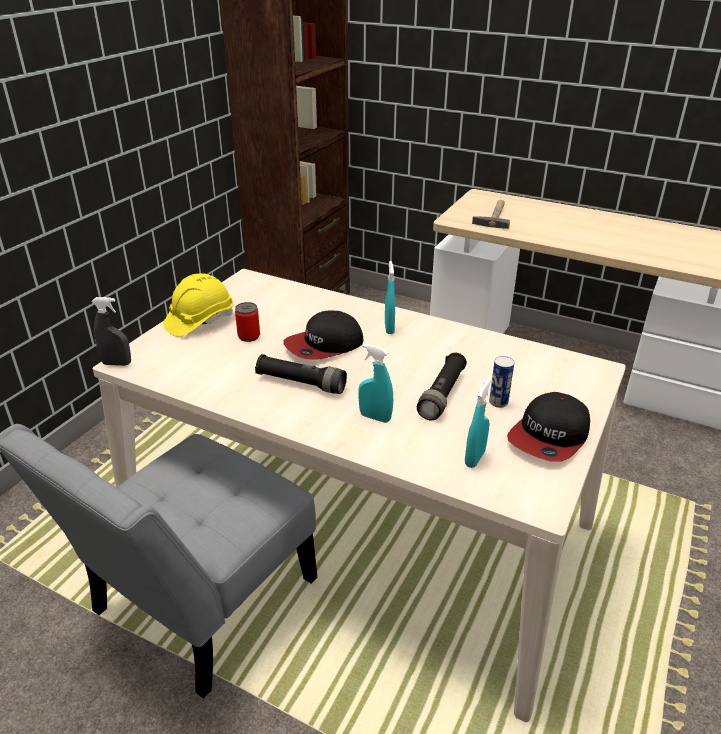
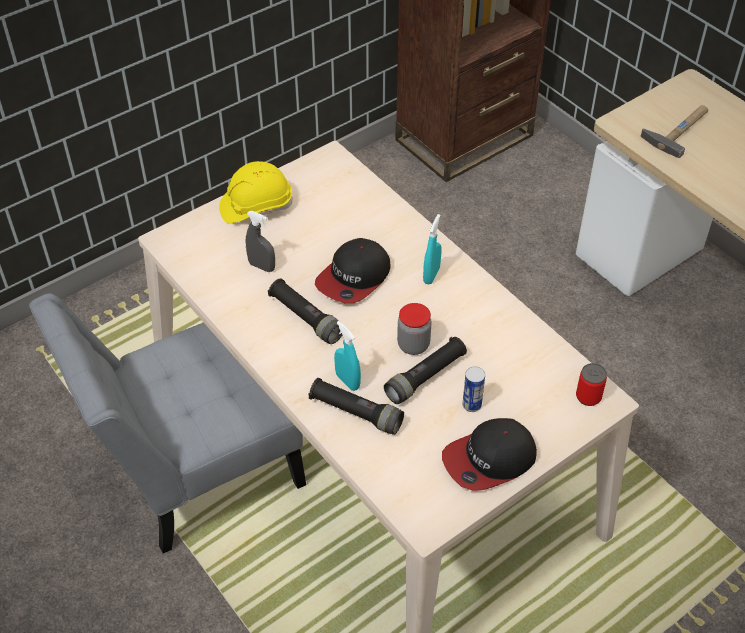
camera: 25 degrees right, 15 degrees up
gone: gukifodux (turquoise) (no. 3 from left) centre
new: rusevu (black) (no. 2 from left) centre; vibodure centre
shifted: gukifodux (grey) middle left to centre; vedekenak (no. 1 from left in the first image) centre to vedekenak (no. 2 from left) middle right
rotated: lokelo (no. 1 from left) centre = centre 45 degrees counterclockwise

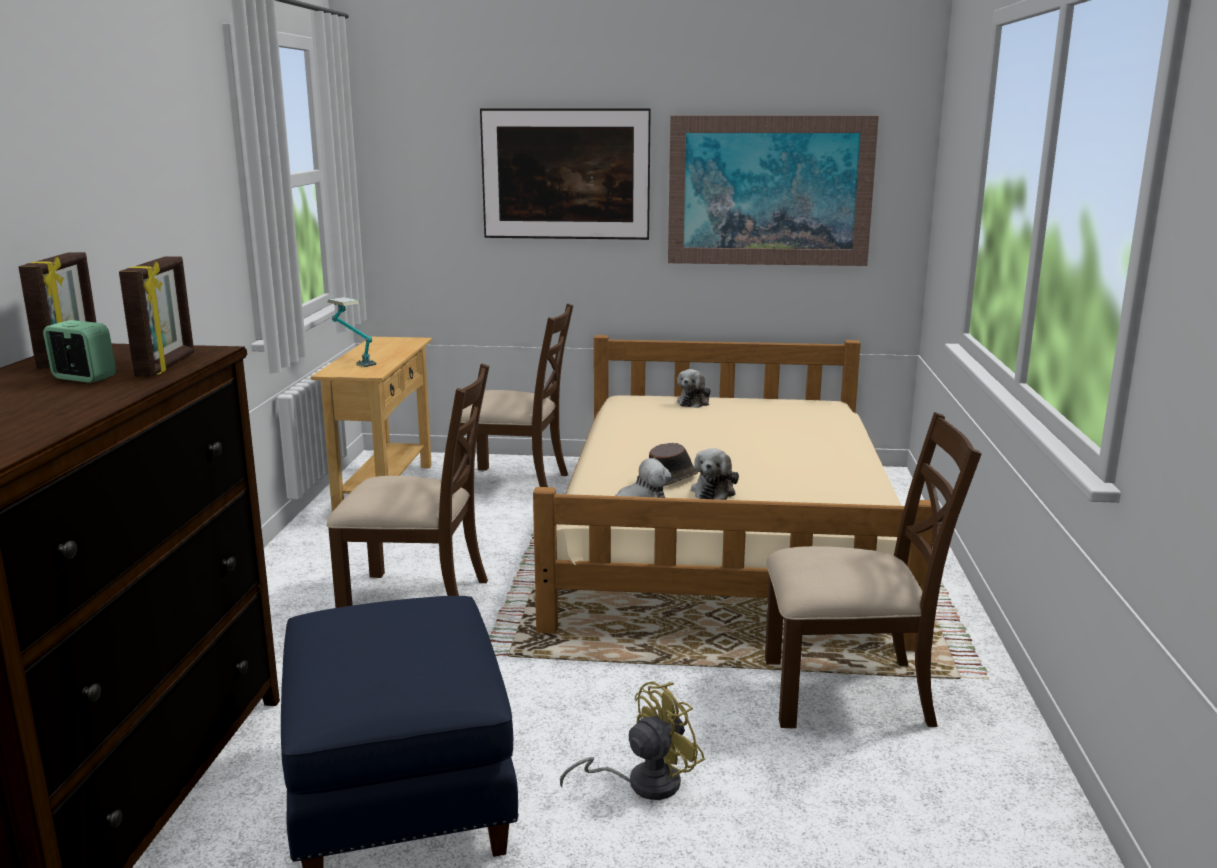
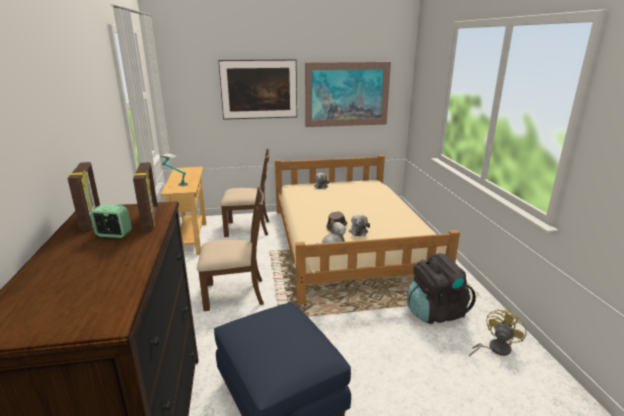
camera: 15 degrees left, 5 degrees up
shifted: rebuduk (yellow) bottom centre to bottom right
swapped: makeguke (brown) (no. 3 from left) middle right to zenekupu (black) bottom right

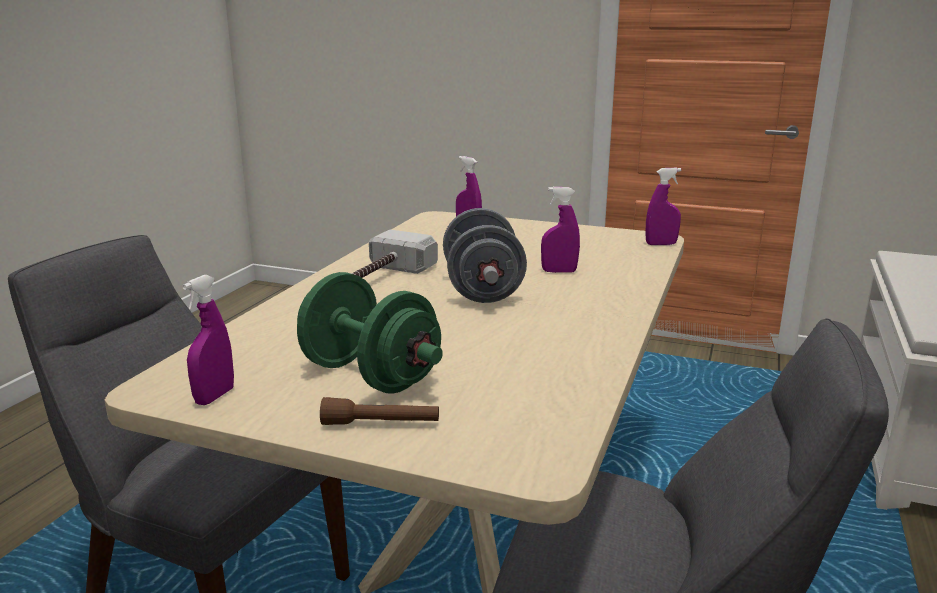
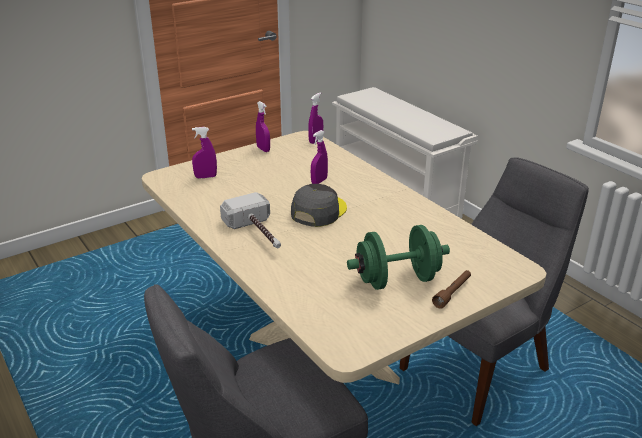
camera: 55 degrees left, 10 degrees up
shifted: gukifodux (purple) (no. 1 from left in the first image) middle left to gukifodux (purple) (no. 2 from left) top centre
swapped: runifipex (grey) centre to lokelo (grey) centre

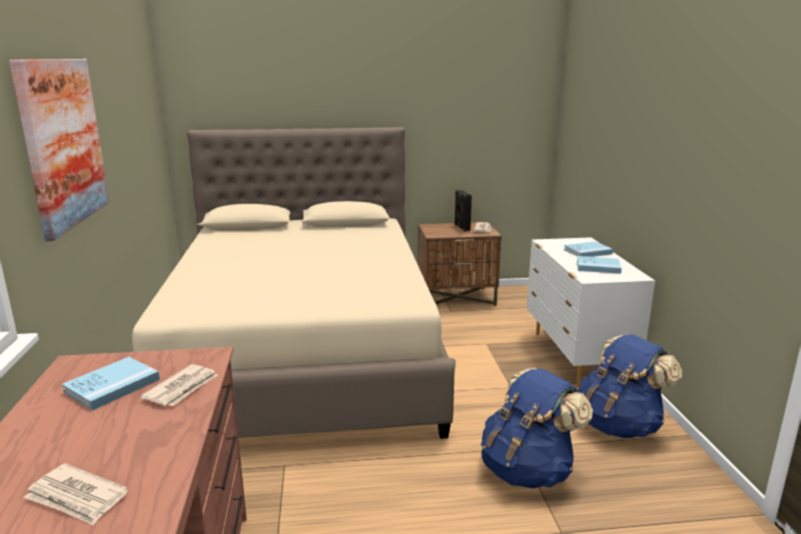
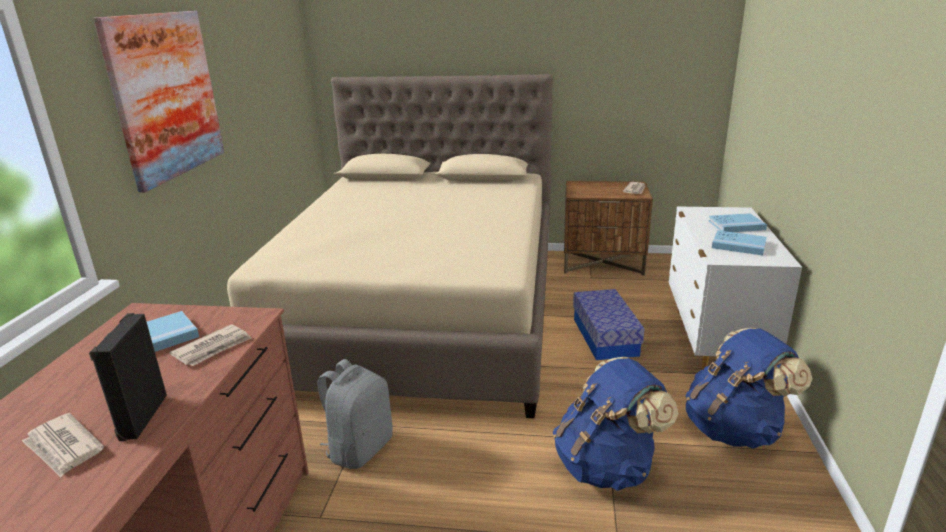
camera: 15 degrees right, 5 degrees up
new: zenekupu (grey) bottom centre; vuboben centre
shifted: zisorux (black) centre to bottom left

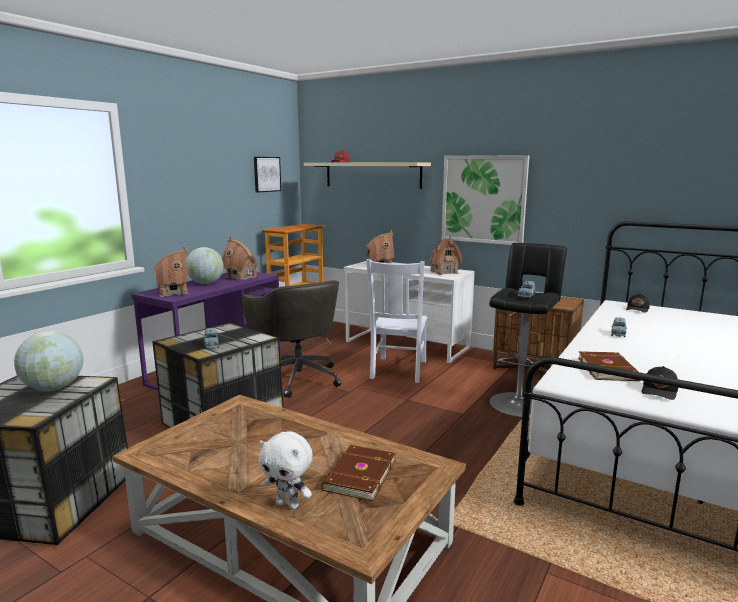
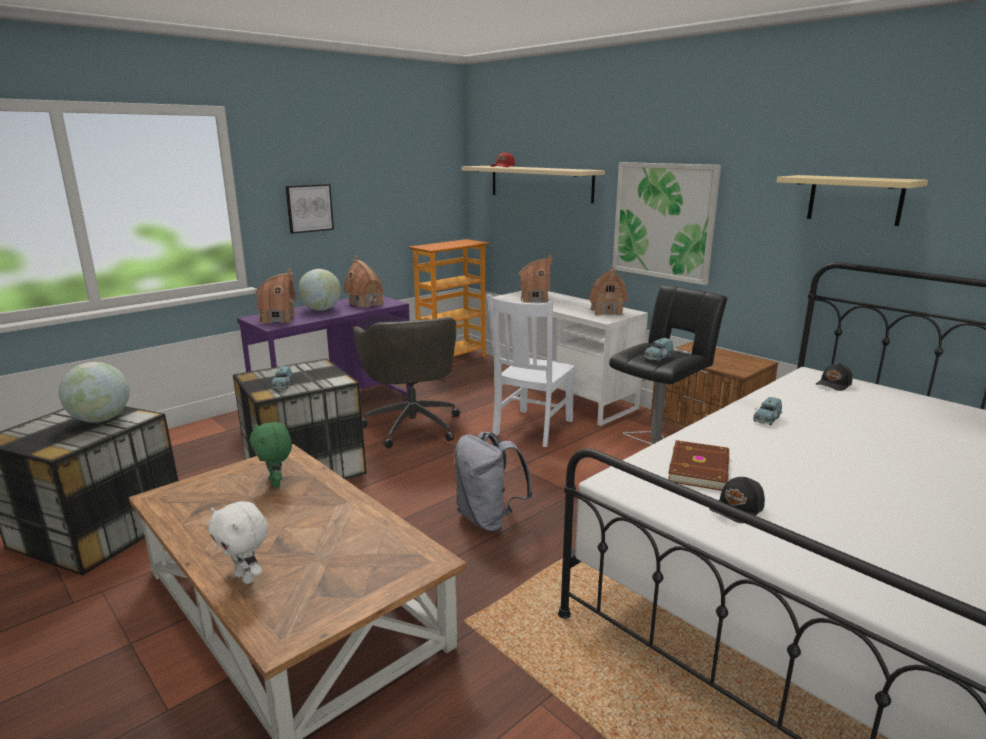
camera: 15 degrees right, 5 degrees up
gone: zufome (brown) (no. 1 from left) bottom centre
new: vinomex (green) middle left; zenekupu (grey) centre; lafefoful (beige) (no. 2 from left) top right
shifted: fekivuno (no. 1 from left) top centre to top left

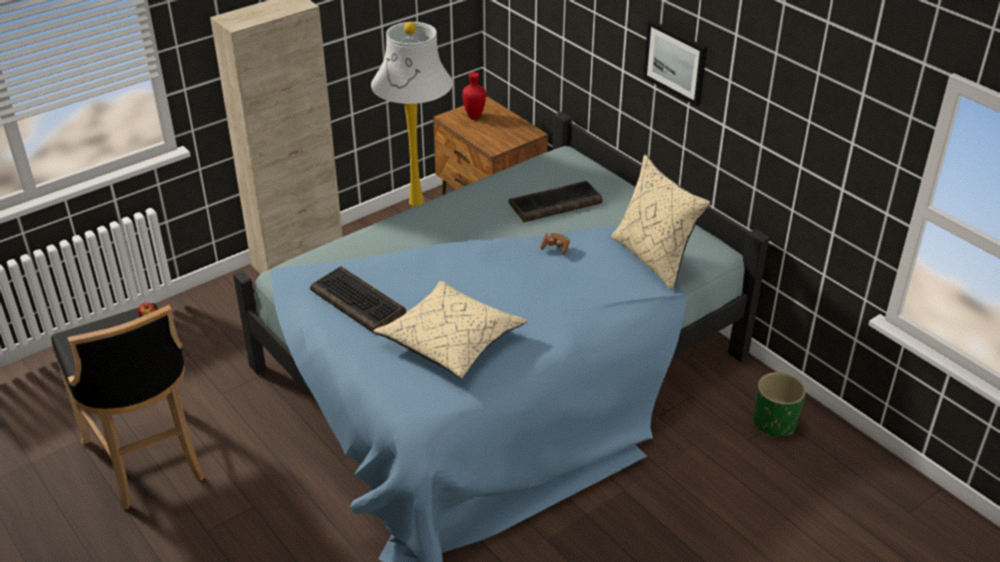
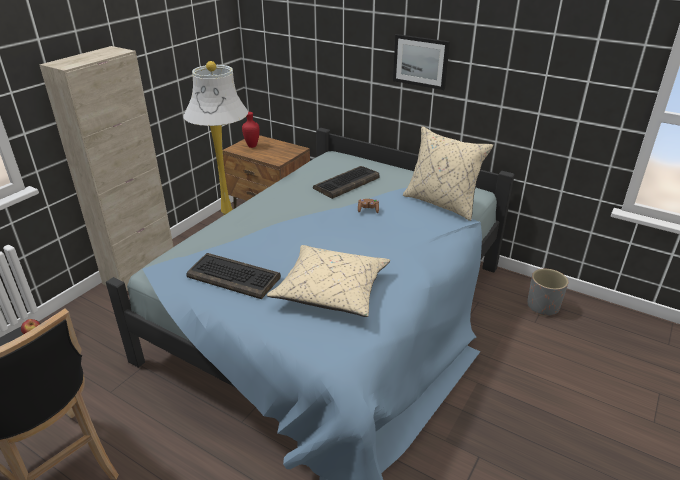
camera: 20 degrees left, 5 degrees down
repainted: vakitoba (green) bottom right to vakitoba (grey) middle right

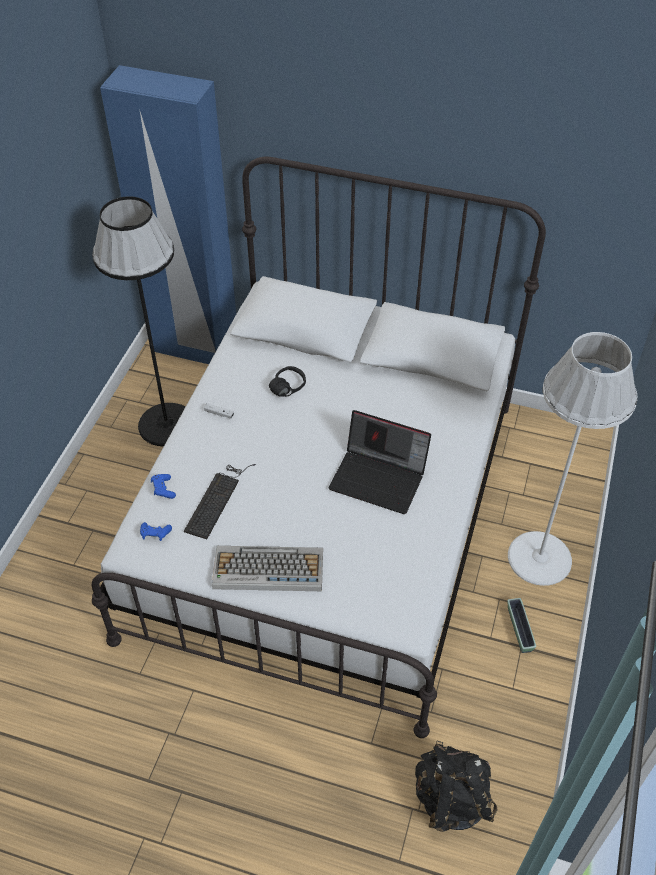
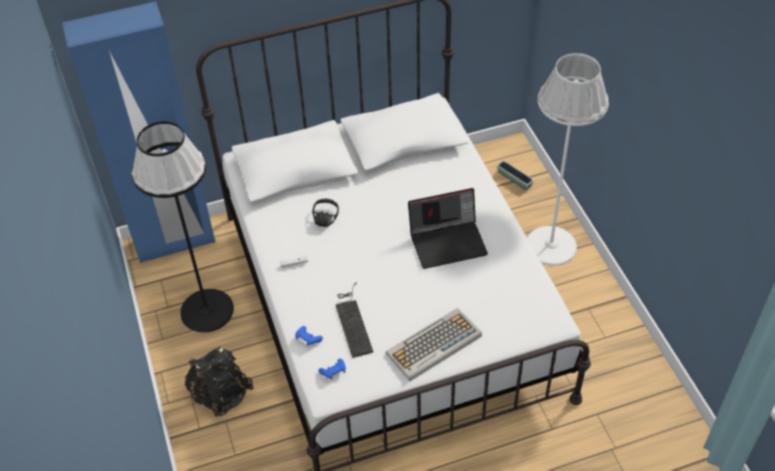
camera: 35 degrees left, 0 degrees up
shifted: zenekupu (black) bottom right to bottom left; vakitoba bottom right to centre

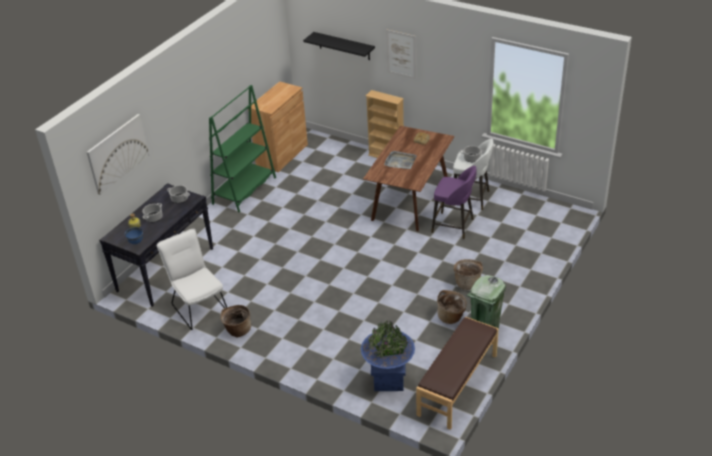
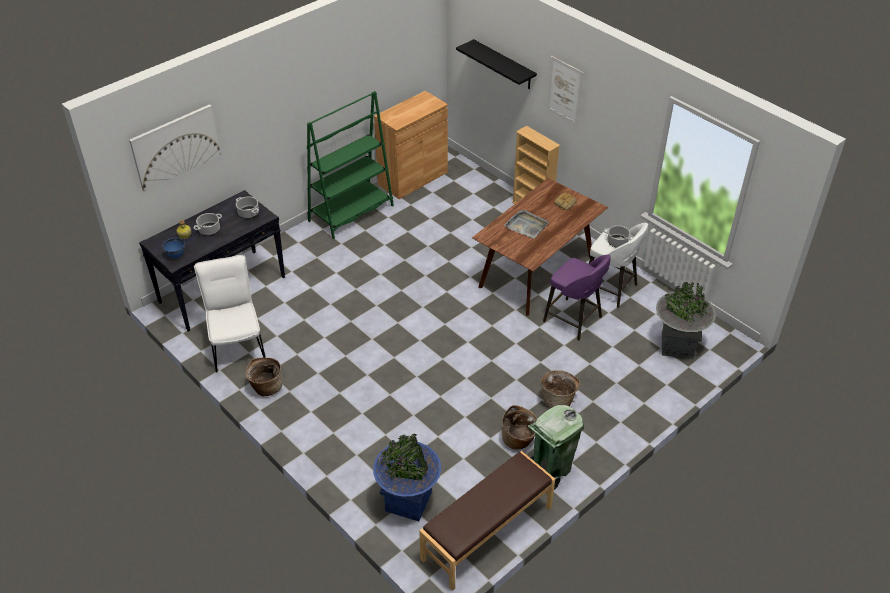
camera: 15 degrees right, 5 degrees up
new: vakitoba (grey) middle right

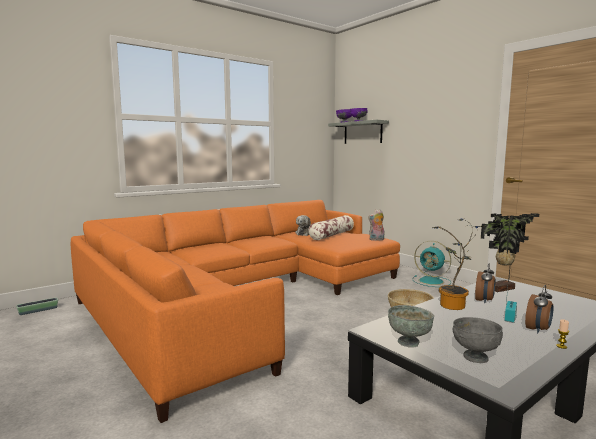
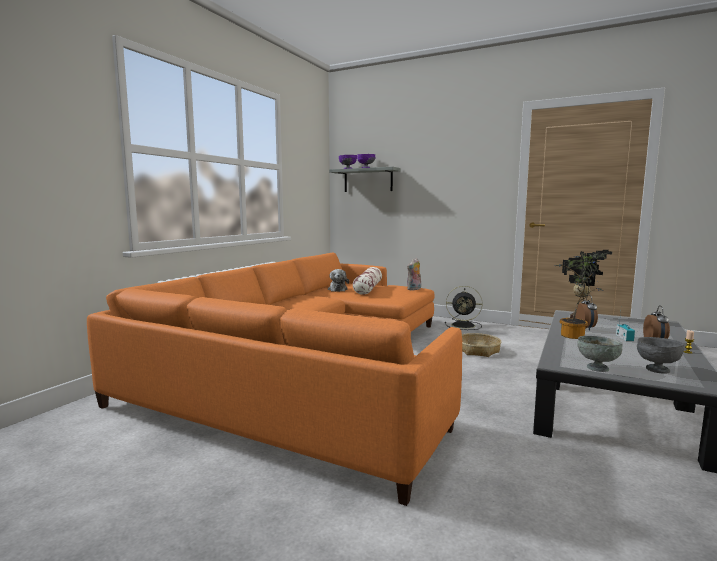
camera: 25 degrees left, 0 degrees up
gone: vakitoba bottom left
repainted: rebuduk (turquoise) middle right to rebuduk (black) centre

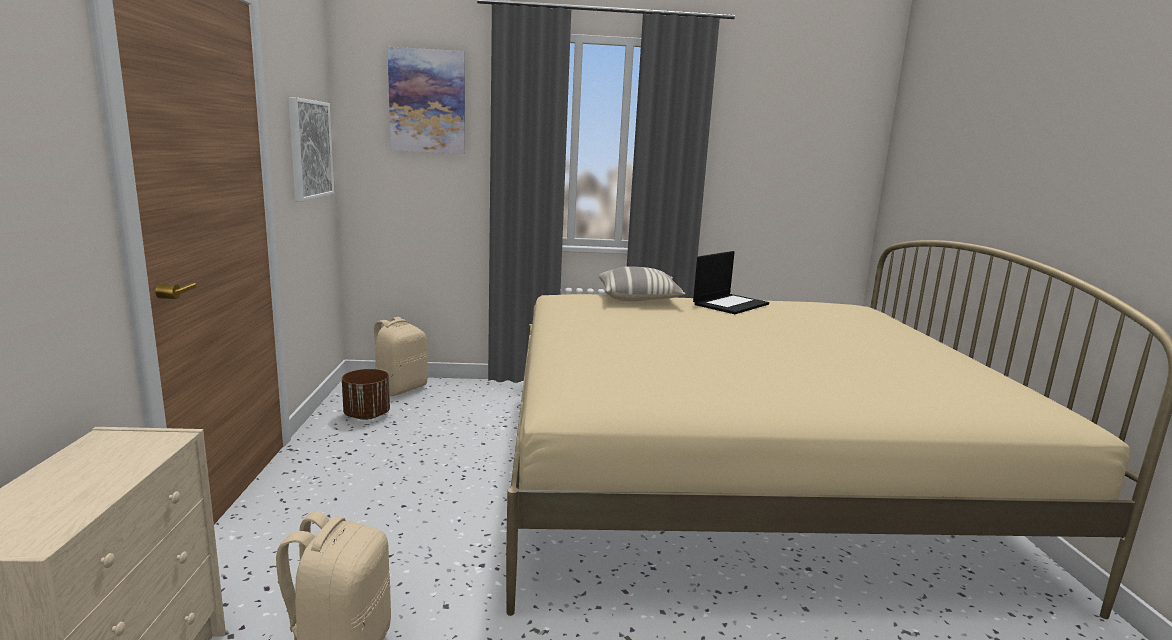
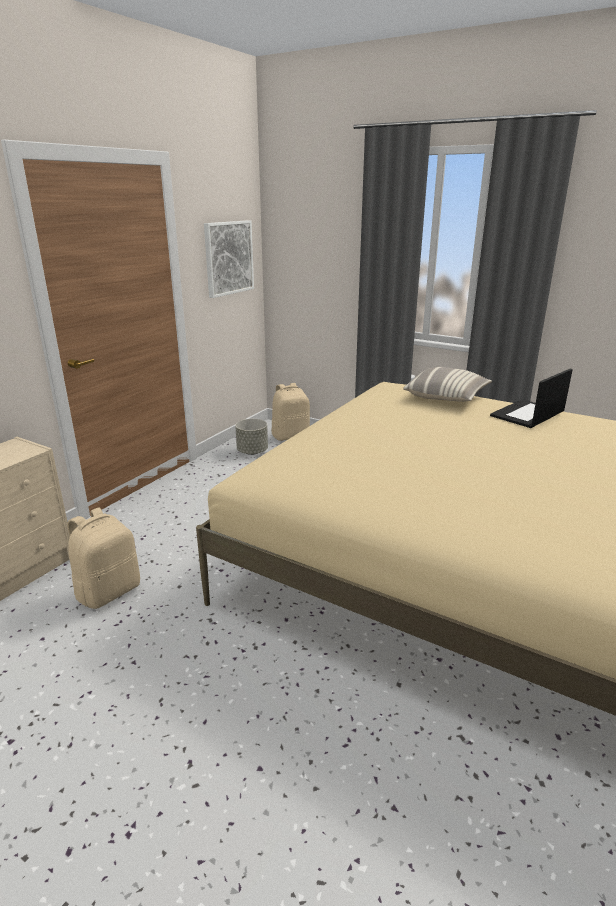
camera: 35 degrees right, 10 degrees up
gone: fekivuno (no. 2 from left) top centre
repainted: vakitoba (brown) middle left to vakitoba (grey) centre
rotated: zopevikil centre = middle right 150 degrees clockwise

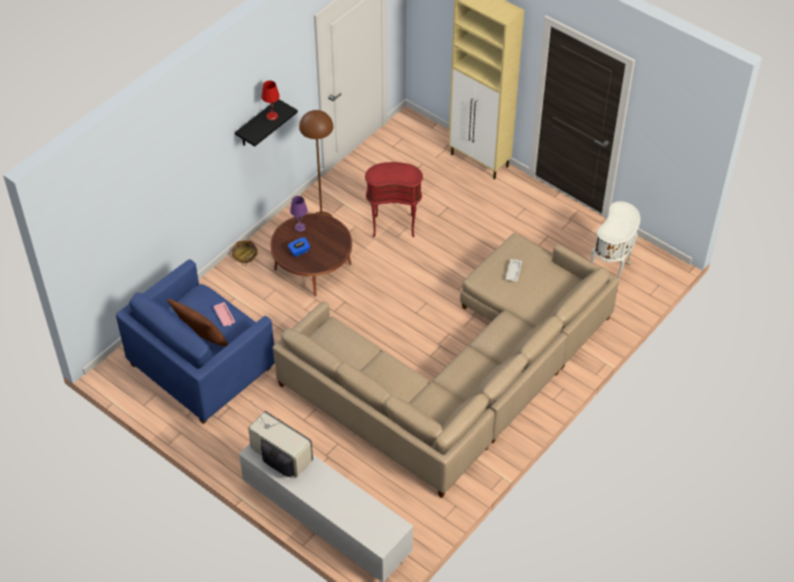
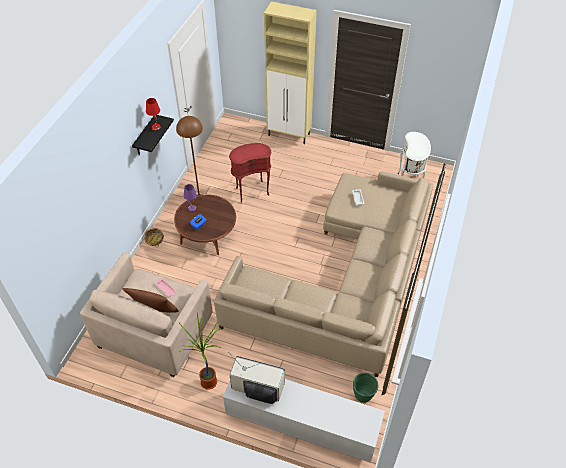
camera: 20 degrees left, 0 degrees up
new: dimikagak bottom centre; vakitoba (green) bottom centre
repainted: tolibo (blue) middle left to tolibo (beige) bottom left

